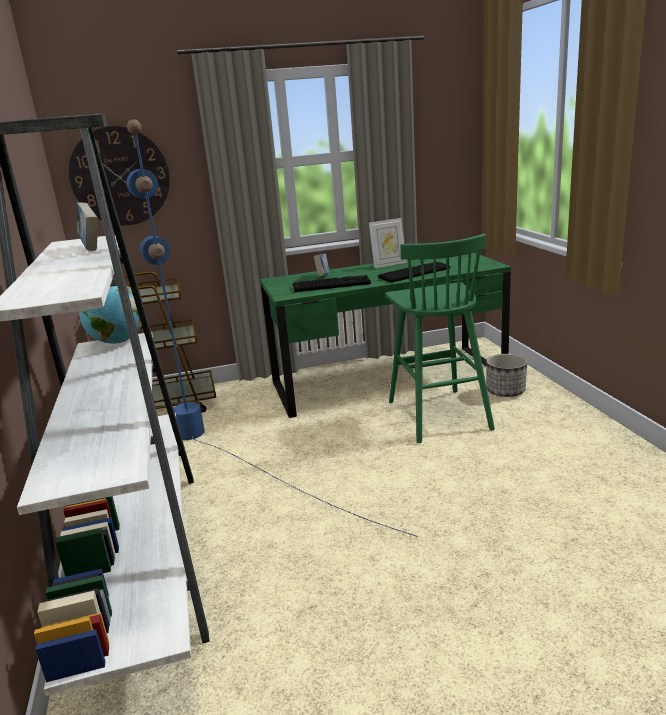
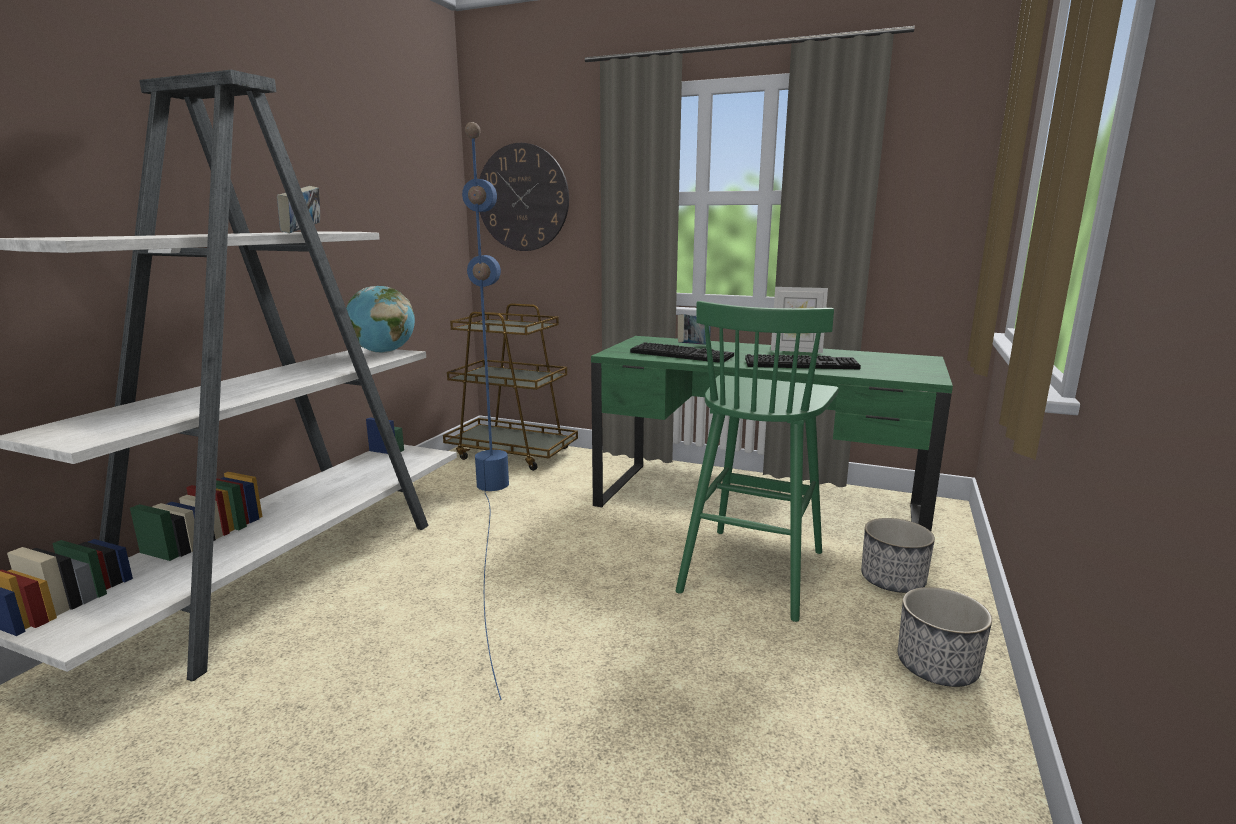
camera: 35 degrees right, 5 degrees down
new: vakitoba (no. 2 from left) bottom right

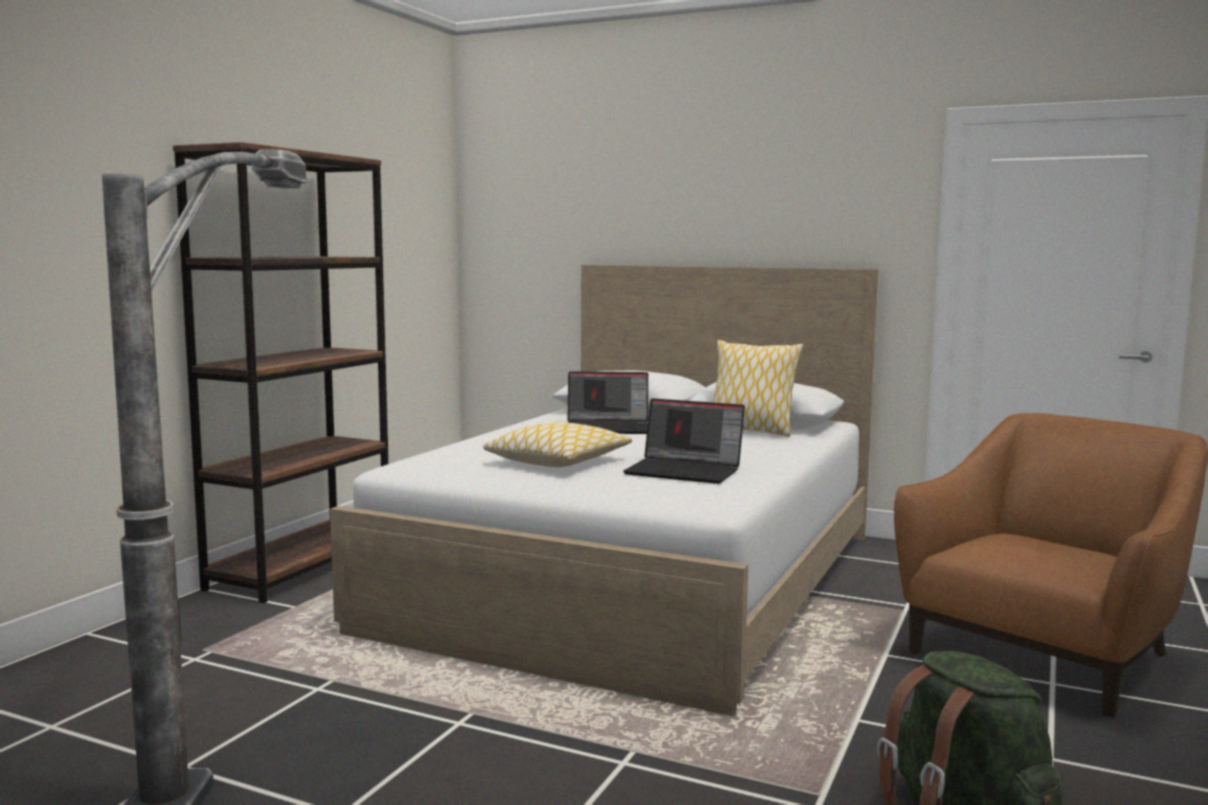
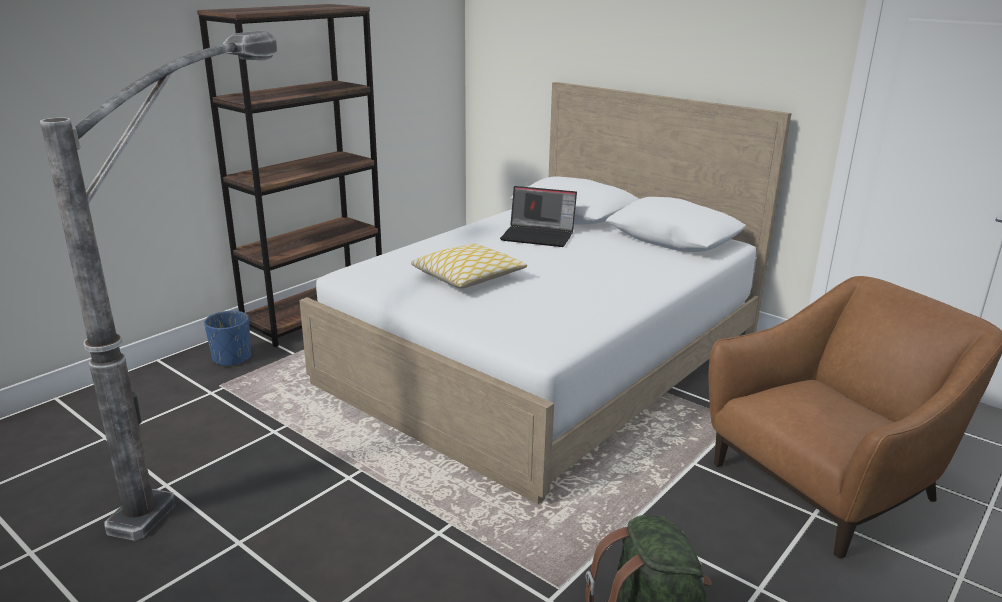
camera: 15 degrees right, 15 degrees up
gone: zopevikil (no. 2 from left) centre; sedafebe (no. 2 from left) centre
new: vakitoba (blue) middle left

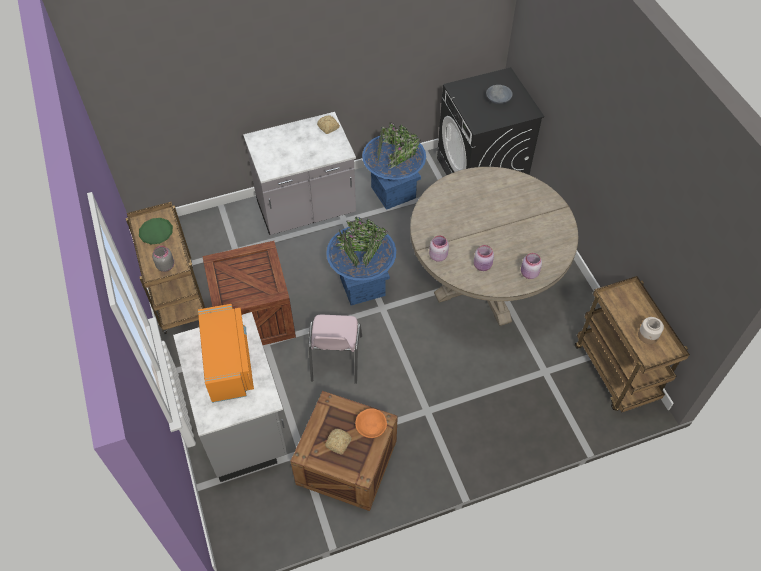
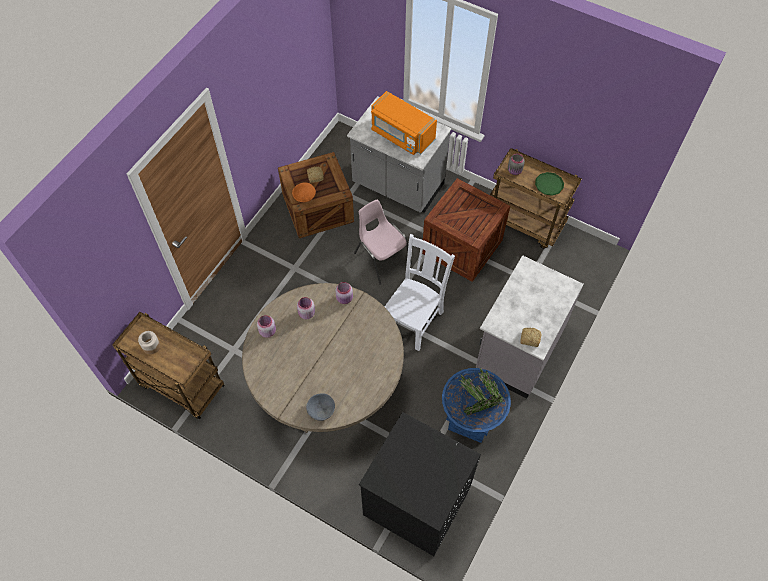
camera: 140 degrees right, 5 degrees up
shifted: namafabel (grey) top centre to bottom centre
swapped: vakitoba (blue) (no. 1 from left) centre to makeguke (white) centre

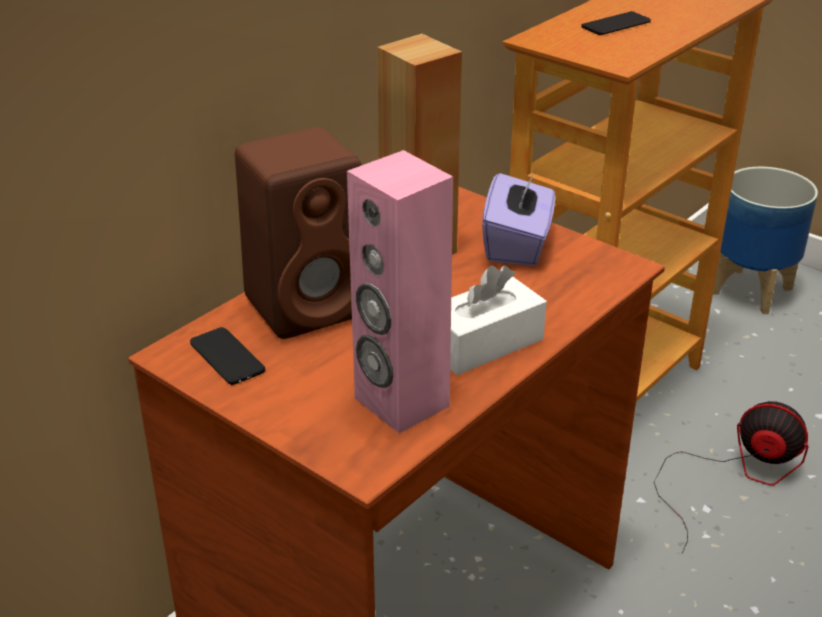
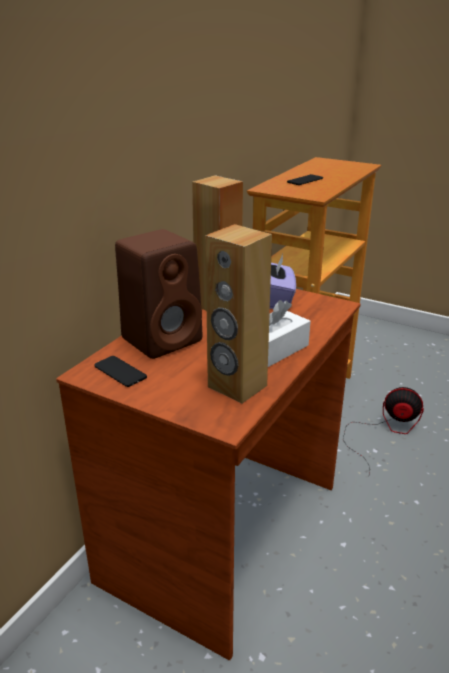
camera: 10 degrees left, 5 degrees down
gone: vakitoba middle right
repainted: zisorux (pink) centre to zisorux (brown) (no. 3 from left) centre

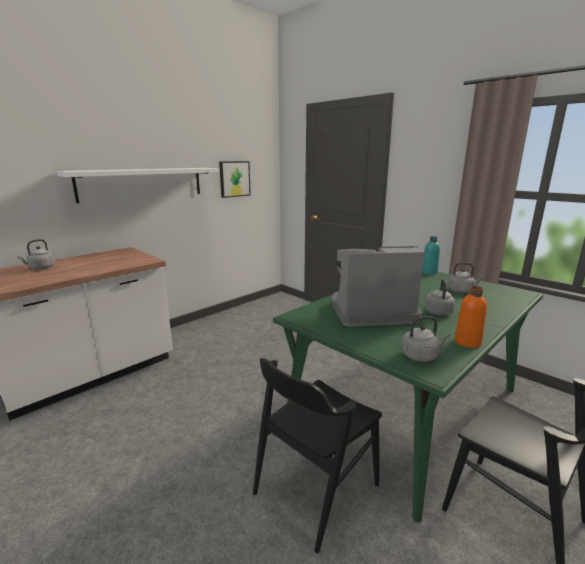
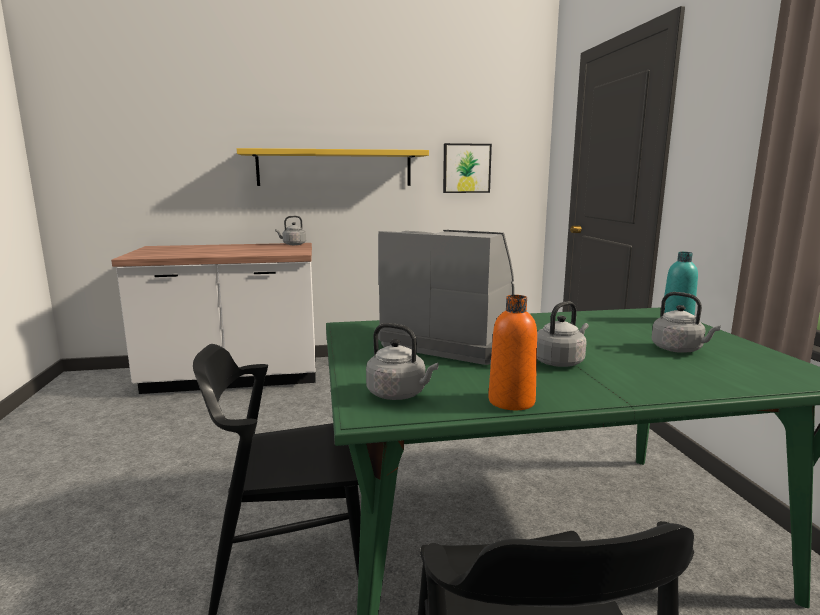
camera: 35 degrees right, 5 degrees down
shifted: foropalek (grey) (no. 1 from left) middle left to centre
repainted: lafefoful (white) top left to lafefoful (yellow) top centre

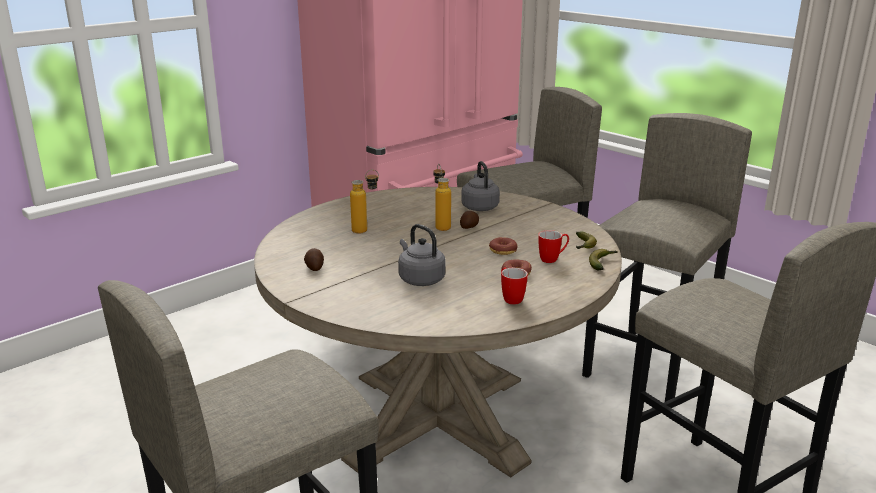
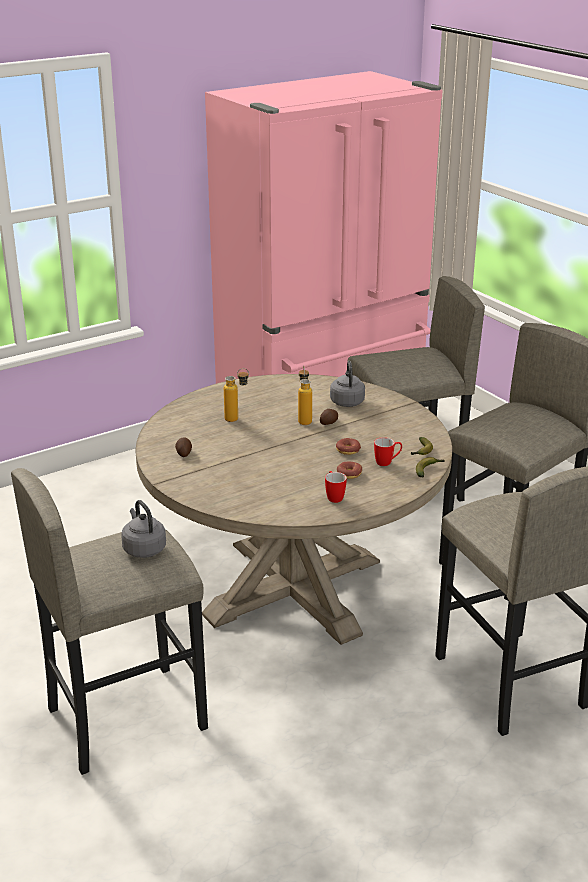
camera: 10 degrees right, 5 degrees up
shifted: foropalek (grey) (no. 1 from left) centre to middle left

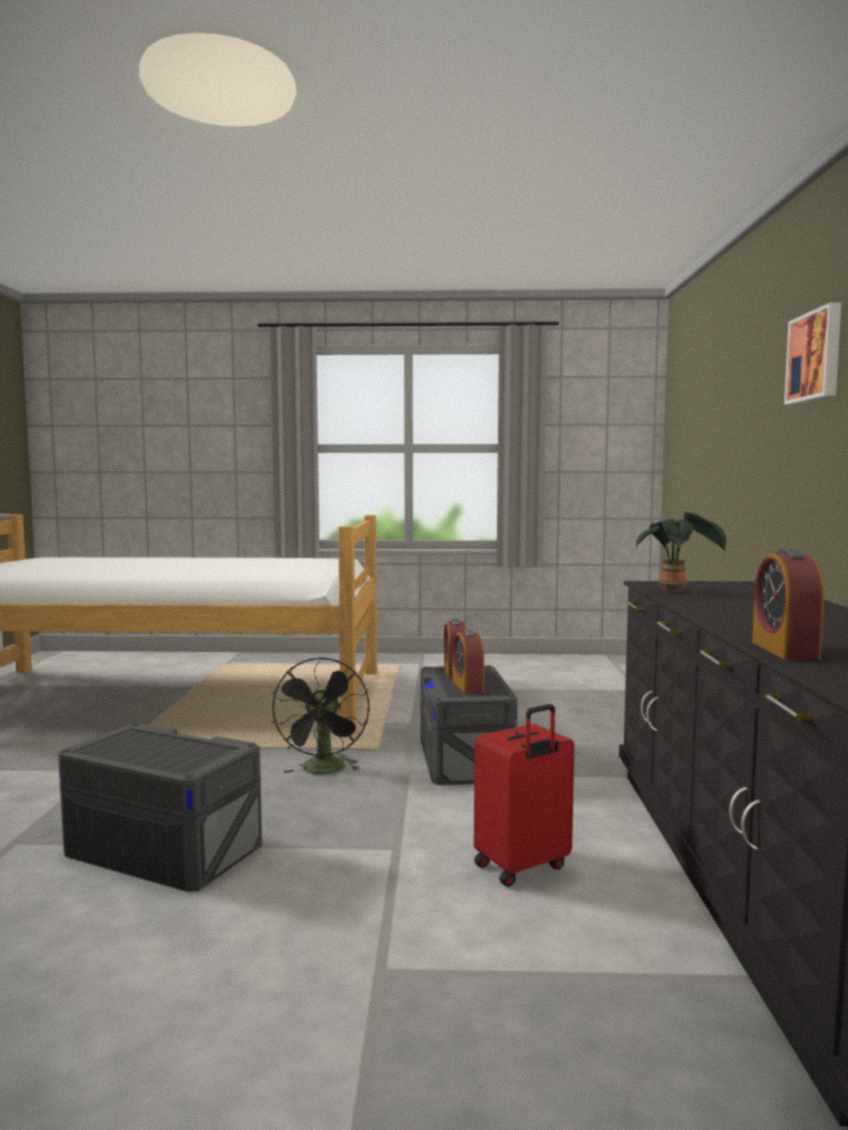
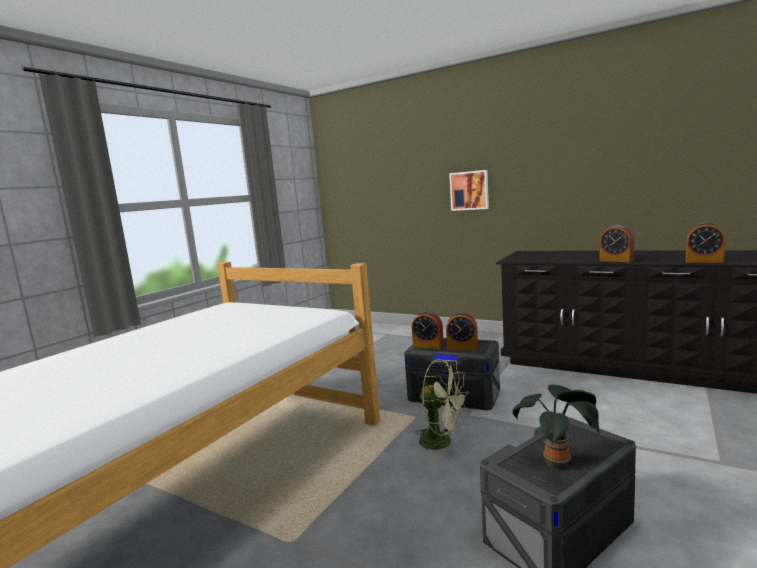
camera: 60 degrees left, 5 degrees up
gone: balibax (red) bottom centre
new: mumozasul (no. 3 from left) middle right
shifted: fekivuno top right to centre; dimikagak middle right to bottom right
repainted: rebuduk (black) centre to rebuduk (green) bottom centre

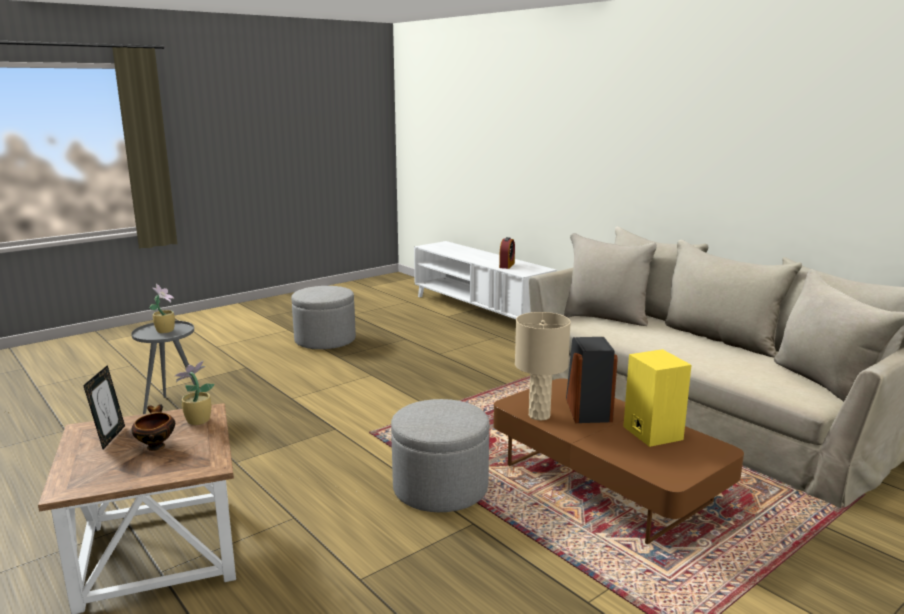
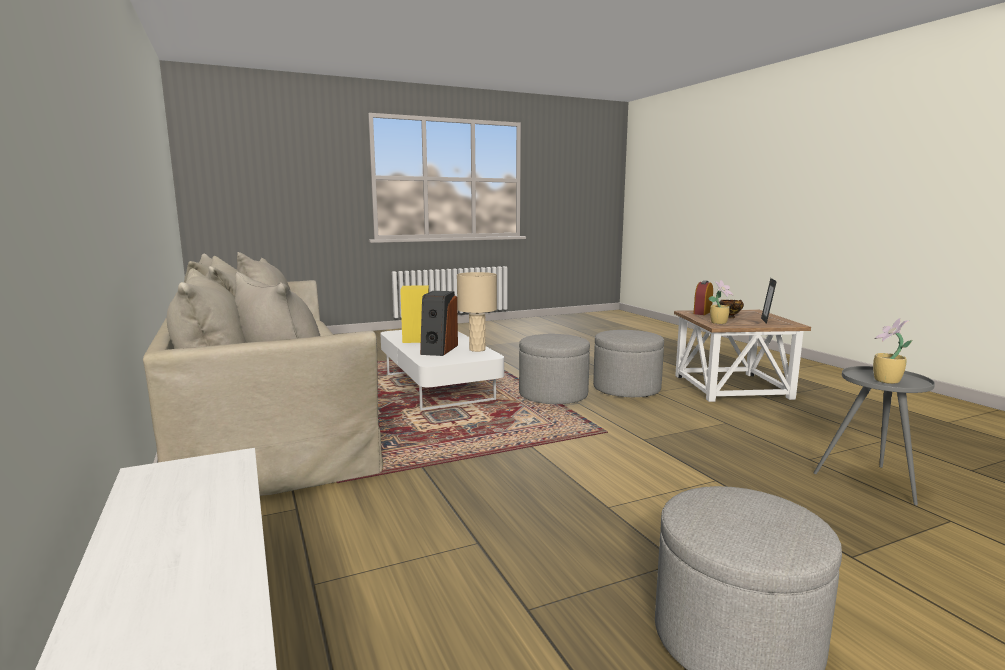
camera: 165 degrees left, 5 degrees down
new: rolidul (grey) (no. 2 from left) centre
shifted: mumozasul centre to middle right
repainted: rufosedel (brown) bottom right to rufosedel (white) centre

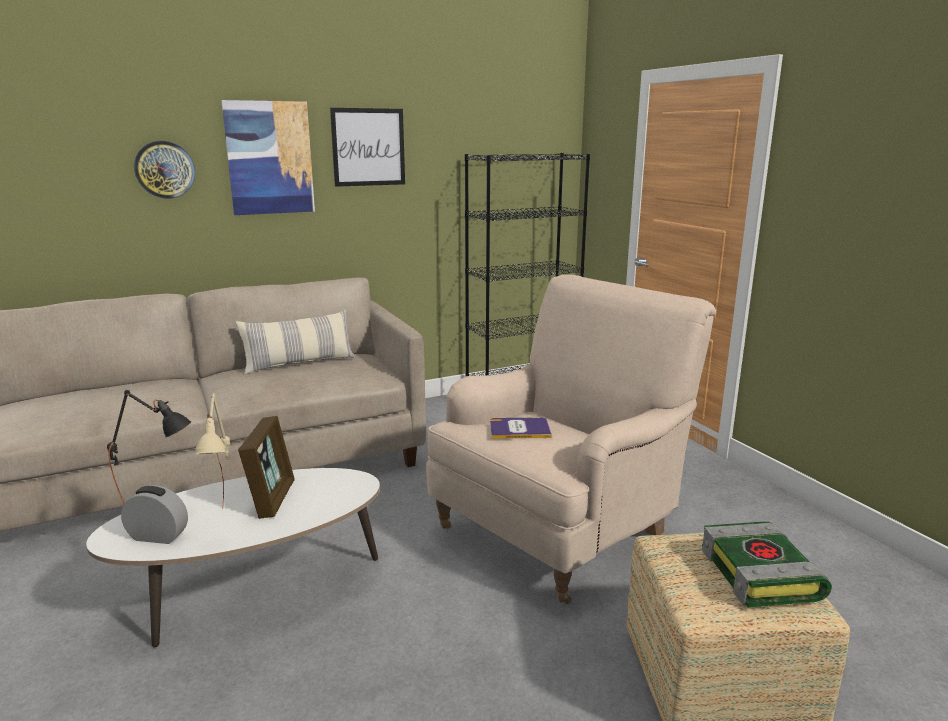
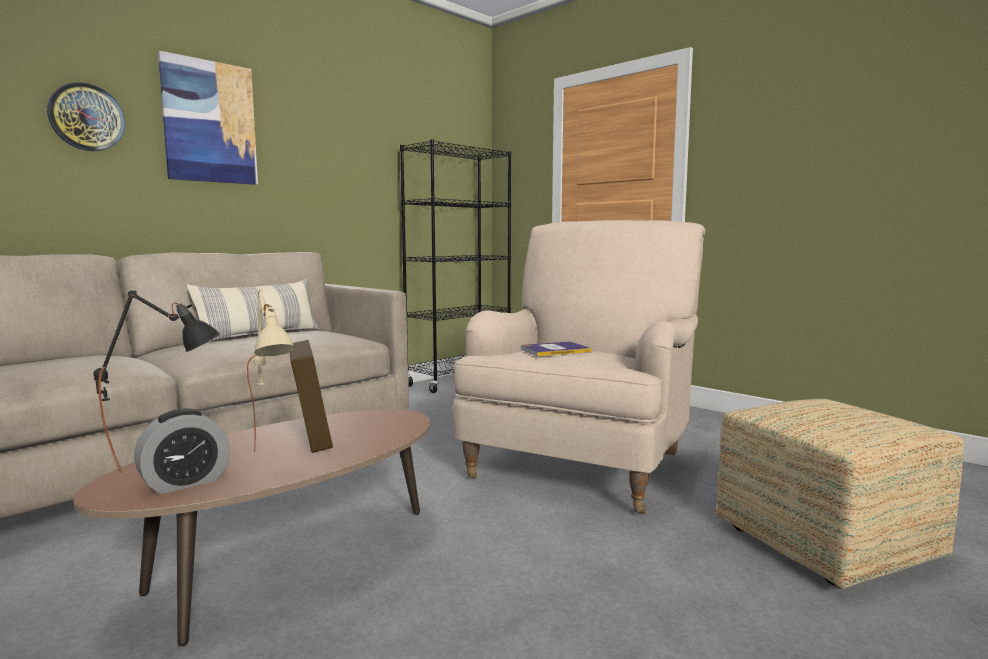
camera: 20 degrees left, 10 degrees down
gone: fekivuno (no. 2 from left) top centre; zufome (no. 2 from left) bottom right
repainted: rufosedel (white) bottom left to rufosedel (brown) bottom left
rotated: mumozasul bottom left = bottom left 150 degrees clockwise

